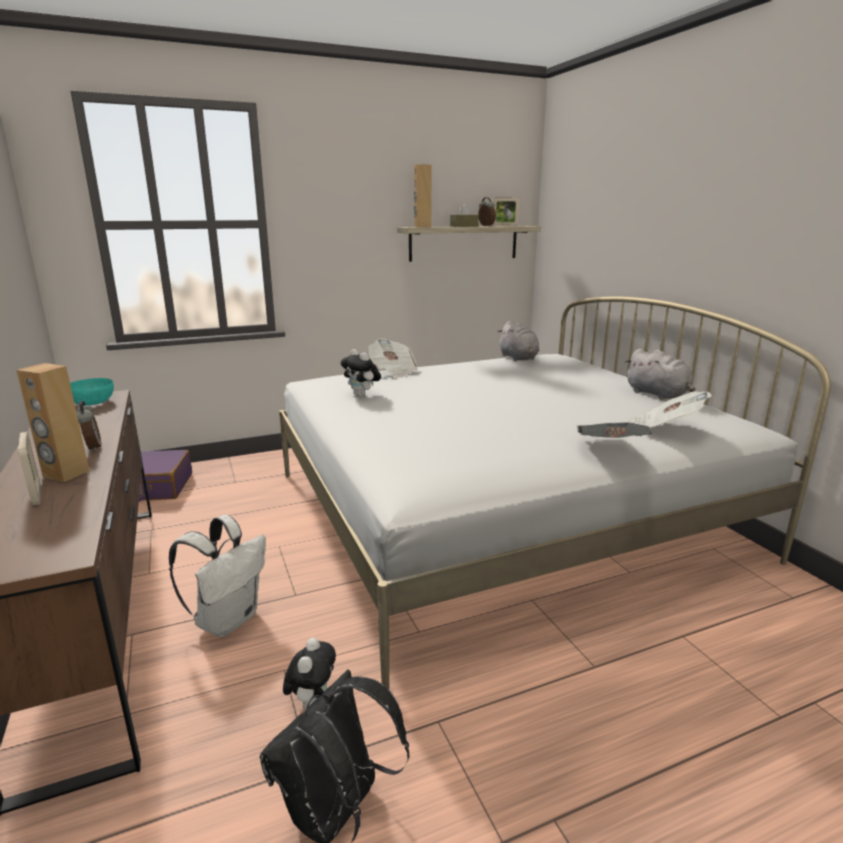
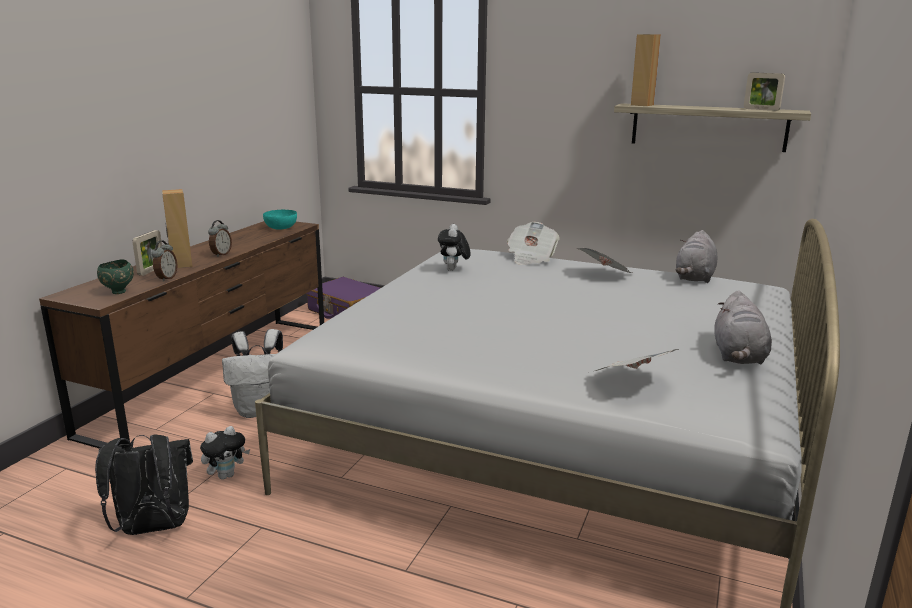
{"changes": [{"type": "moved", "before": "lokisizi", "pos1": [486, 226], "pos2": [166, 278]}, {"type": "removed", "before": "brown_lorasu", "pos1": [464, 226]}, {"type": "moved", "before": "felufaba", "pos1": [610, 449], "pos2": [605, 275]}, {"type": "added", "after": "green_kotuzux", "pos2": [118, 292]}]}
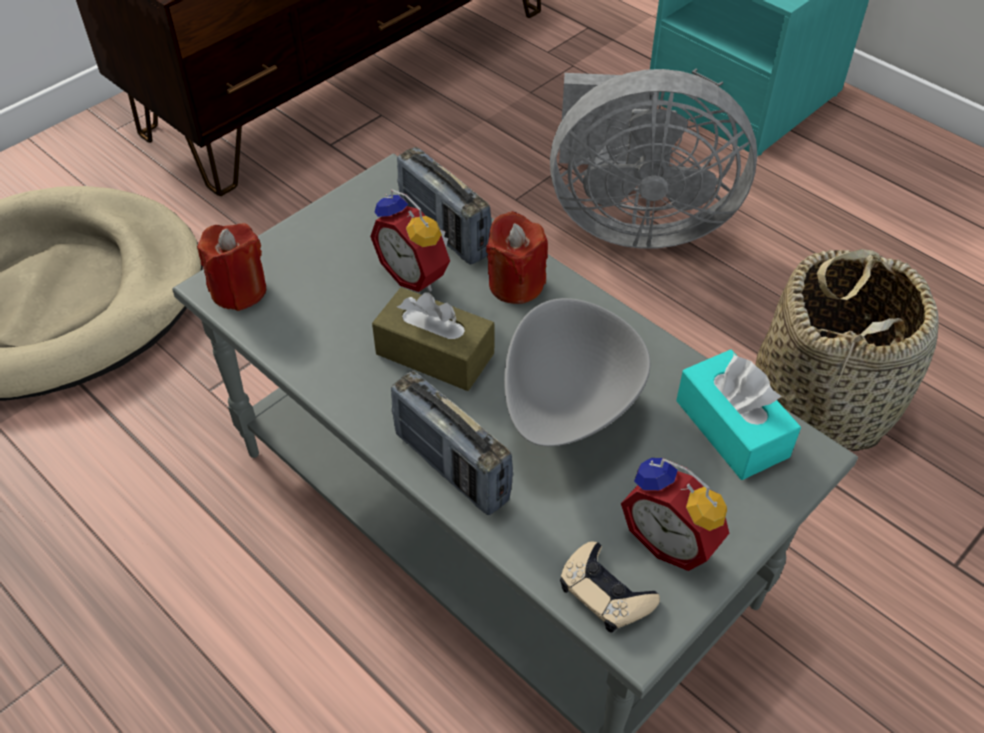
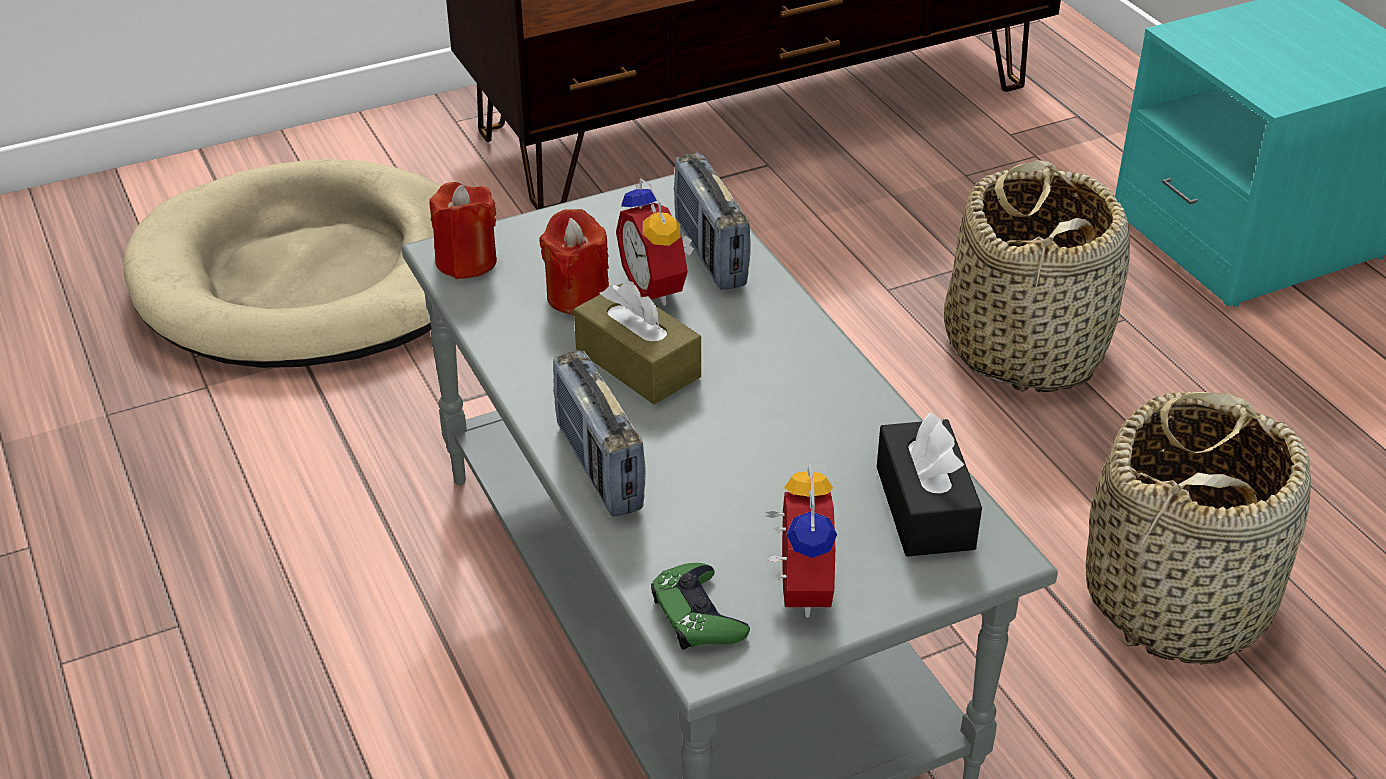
{"changes": [{"type": "replaced", "before": "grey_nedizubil", "after": "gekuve", "pos1": [633, 222], "pos2": [1026, 346]}, {"type": "moved", "before": "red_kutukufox", "pos1": [515, 284], "pos2": [577, 296]}, {"type": "removed", "before": "grey_kotuzux", "pos1": [567, 414]}, {"type": "recoloured", "before": "turquoise_lorasu", "after": "black_lorasu", "pos1": [731, 428], "pos2": [924, 507]}, {"type": "turned", "before": "lokisizi", "pos1": [672, 539], "pos2": [796, 589], "turn": -150}, {"type": "recoloured", "before": "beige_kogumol", "after": "green_kogumol", "pos1": [605, 592], "pos2": [698, 615]}]}
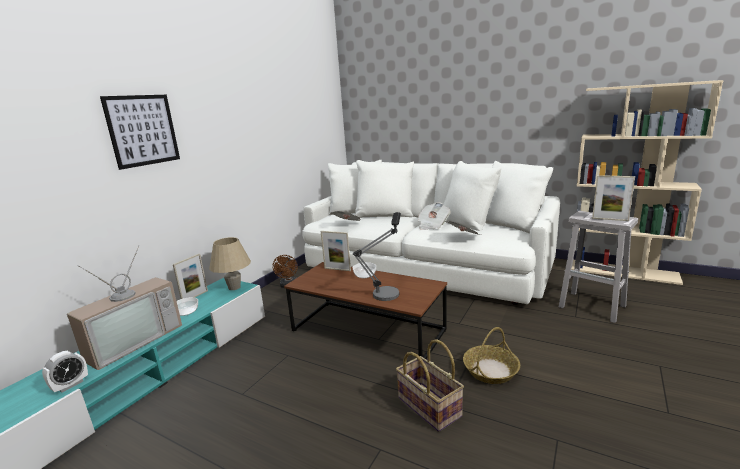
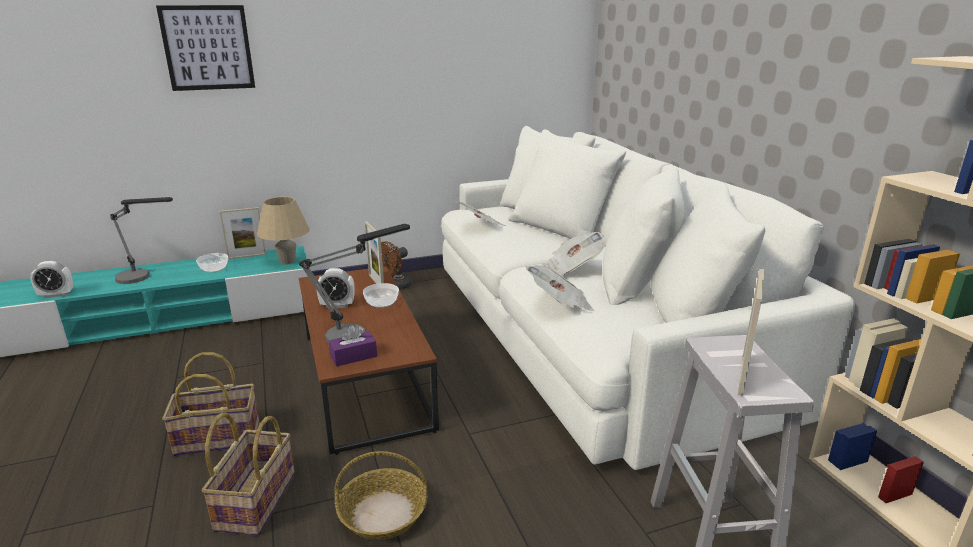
{"changes": [{"type": "turned", "before": "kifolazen", "pos1": [610, 219], "pos2": [742, 376], "turn": -135}, {"type": "replaced", "before": "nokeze", "after": "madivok", "pos1": [133, 340], "pos2": [142, 277]}, {"type": "added", "after": "lokisizi", "pos2": [337, 305]}, {"type": "added", "after": "purple_lorasu", "pos2": [353, 356]}, {"type": "added", "after": "gekuve", "pos2": [218, 437]}]}
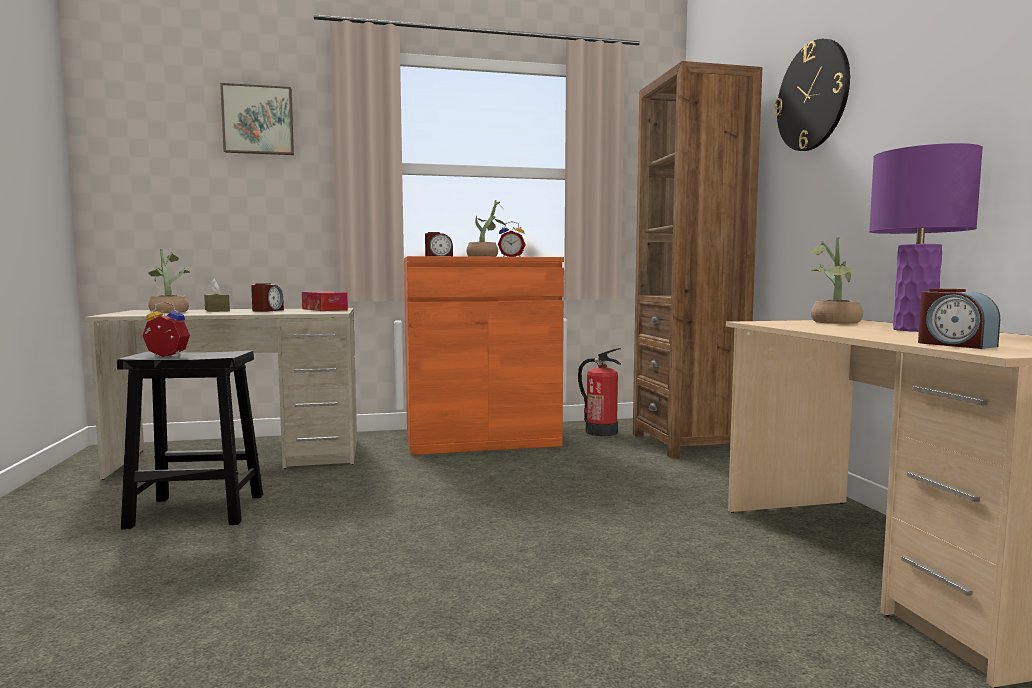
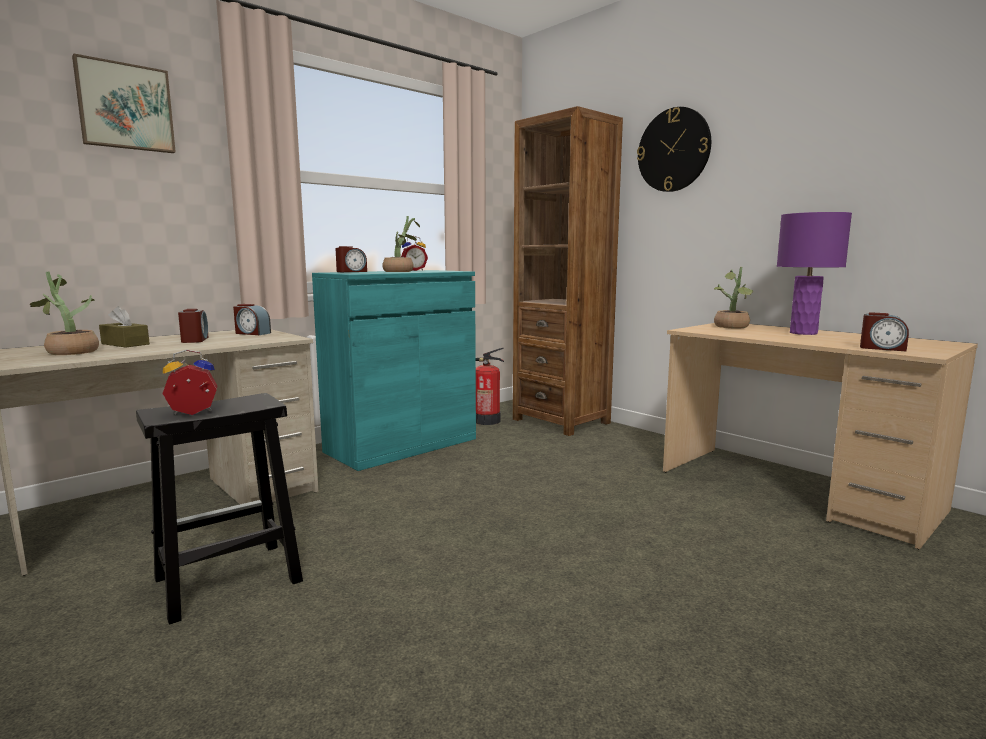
{"changes": [{"type": "recoloured", "before": "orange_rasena", "after": "turquoise_rasena", "pos1": [482, 441], "pos2": [401, 445]}, {"type": "replaced", "before": "lorasu", "after": "lokisizi", "pos1": [324, 309], "pos2": [252, 333]}]}
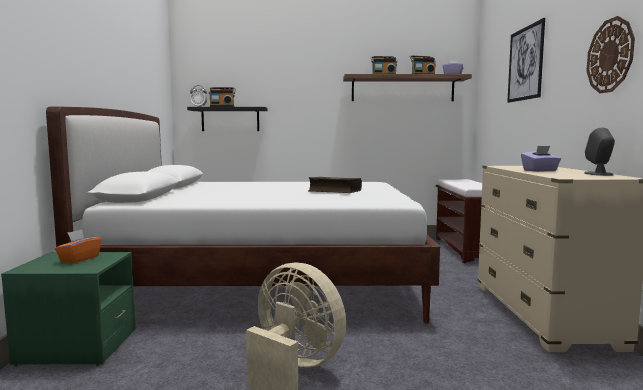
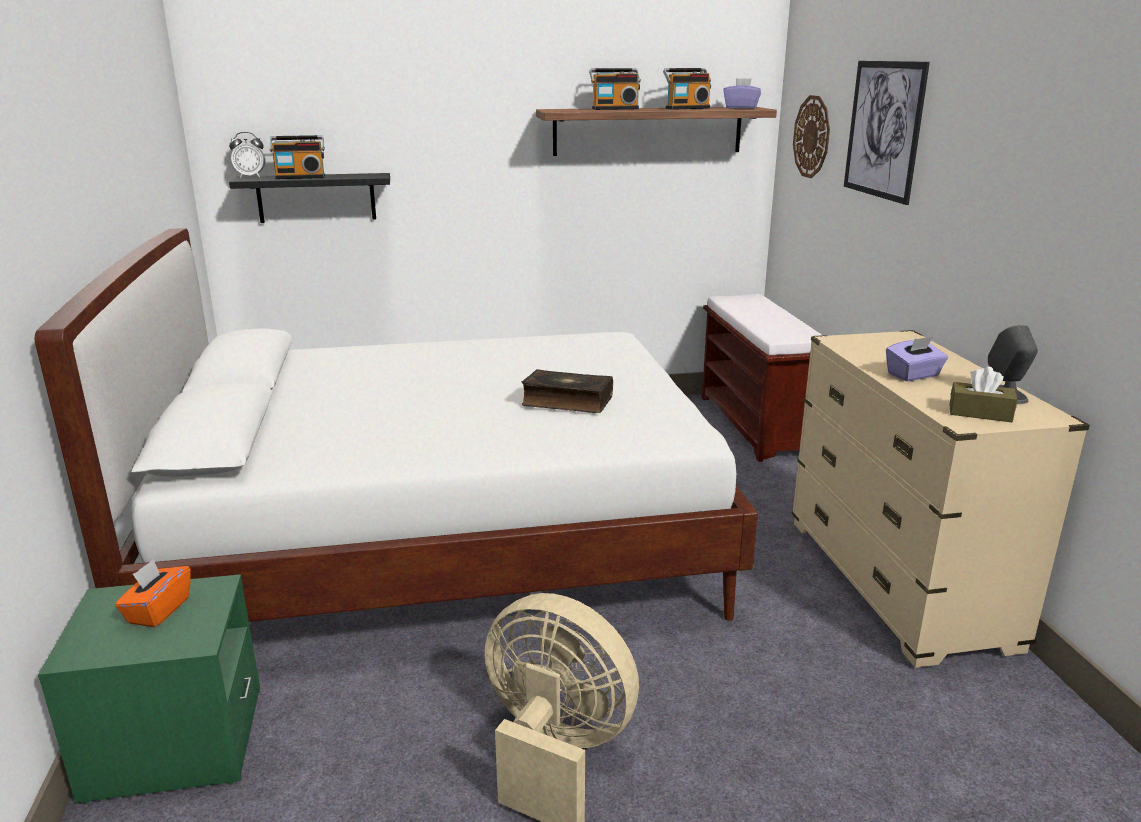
{"changes": [{"type": "moved", "before": "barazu", "pos1": [610, 55], "pos2": [812, 136]}, {"type": "added", "after": "brown_lorasu", "pos2": [980, 413]}]}
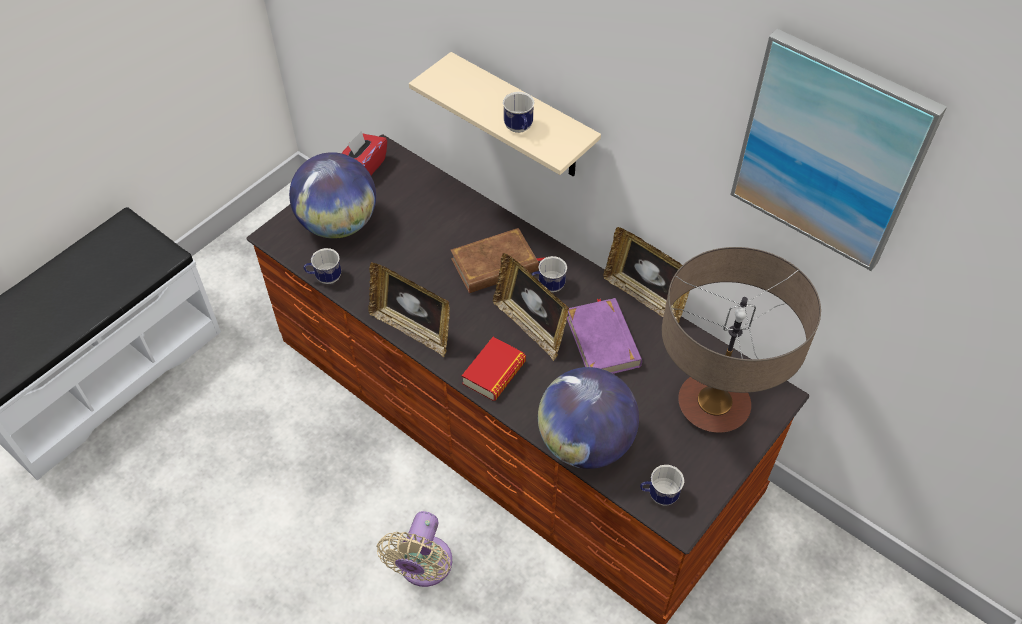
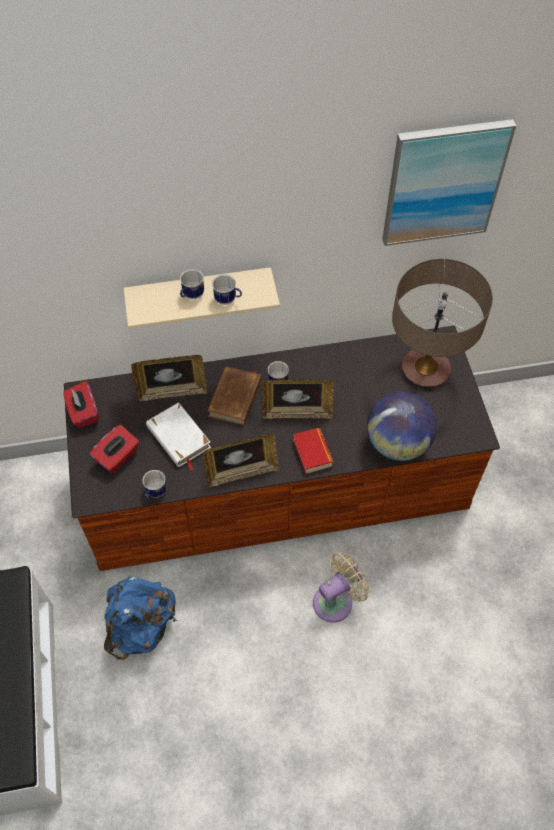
{"changes": [{"type": "replaced", "before": "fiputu", "after": "red_lorasu", "pos1": [339, 224], "pos2": [117, 457]}, {"type": "moved", "before": "kifolazen", "pos1": [645, 296], "pos2": [172, 391]}, {"type": "removed", "before": "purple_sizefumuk", "pos1": [603, 341]}, {"type": "moved", "before": "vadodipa", "pos1": [658, 495], "pos2": [191, 296]}, {"type": "turned", "before": "beige_nedizubil", "pos1": [423, 567], "pos2": [336, 601], "turn": -90}, {"type": "added", "after": "white_sizefumuk", "pos2": [178, 437]}, {"type": "added", "after": "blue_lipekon", "pos2": [141, 626]}]}
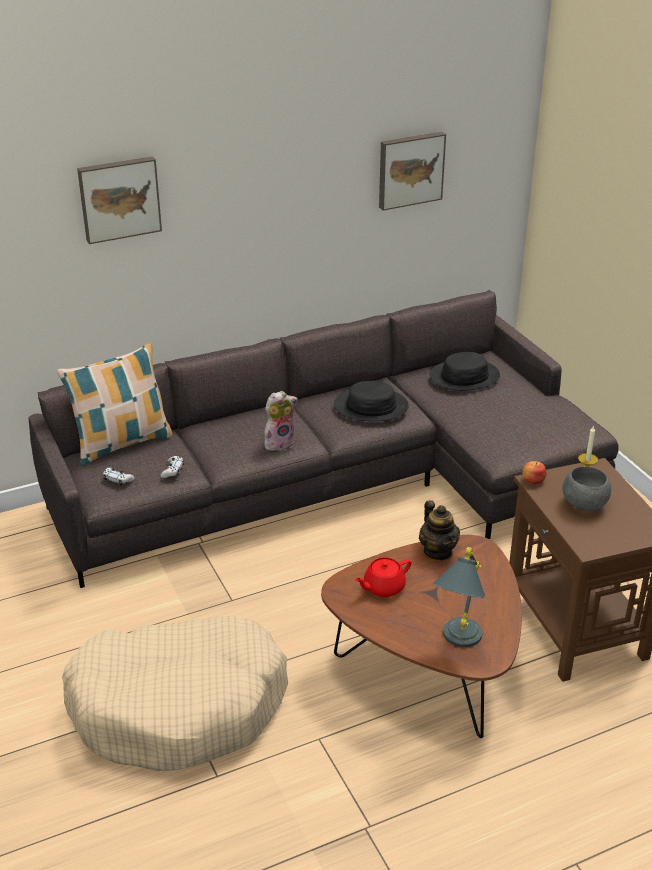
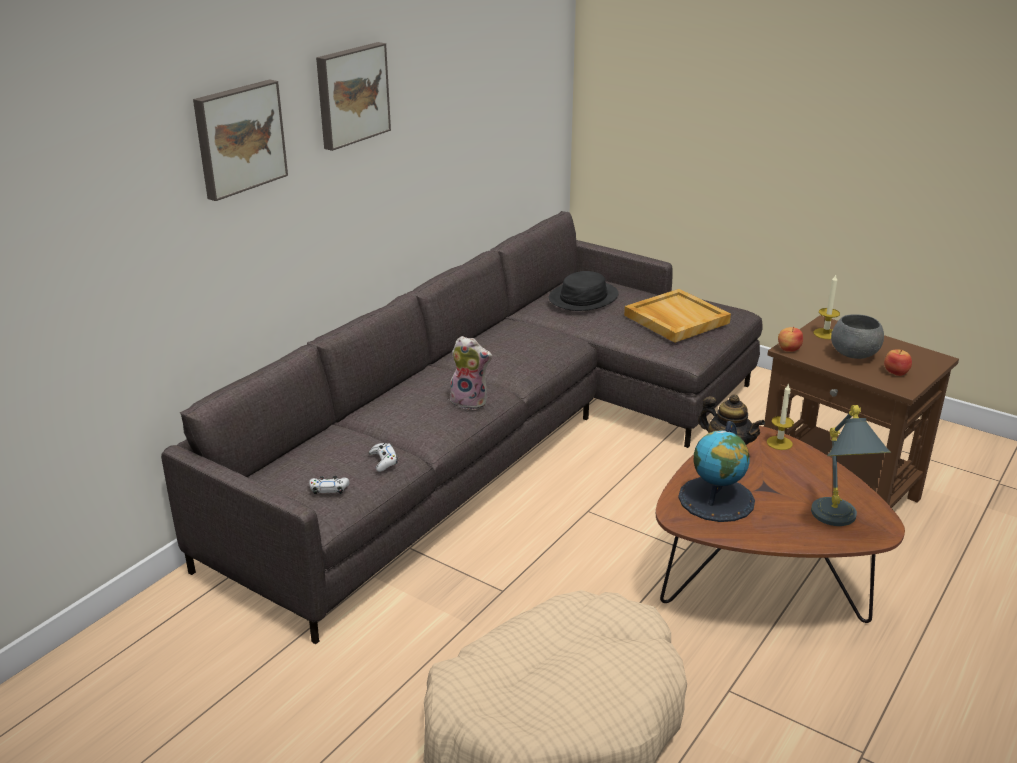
{"changes": [{"type": "moved", "before": "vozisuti", "pos1": [410, 169], "pos2": [351, 94]}, {"type": "removed", "before": "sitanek", "pos1": [122, 443]}, {"type": "removed", "before": "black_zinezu", "pos1": [371, 407]}, {"type": "turned", "before": "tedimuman", "pos1": [279, 443], "pos2": [470, 401], "turn": 75}, {"type": "replaced", "before": "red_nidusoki", "after": "fiputu", "pos1": [383, 587], "pos2": [716, 499]}, {"type": "added", "after": "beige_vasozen", "pos2": [675, 319]}, {"type": "added", "after": "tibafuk", "pos2": [896, 372]}, {"type": "added", "after": "kutukufox", "pos2": [779, 443]}]}
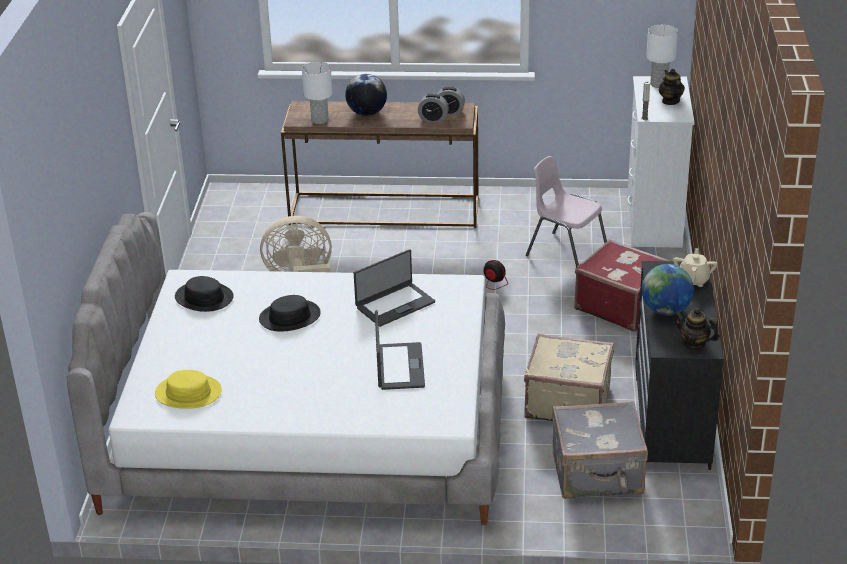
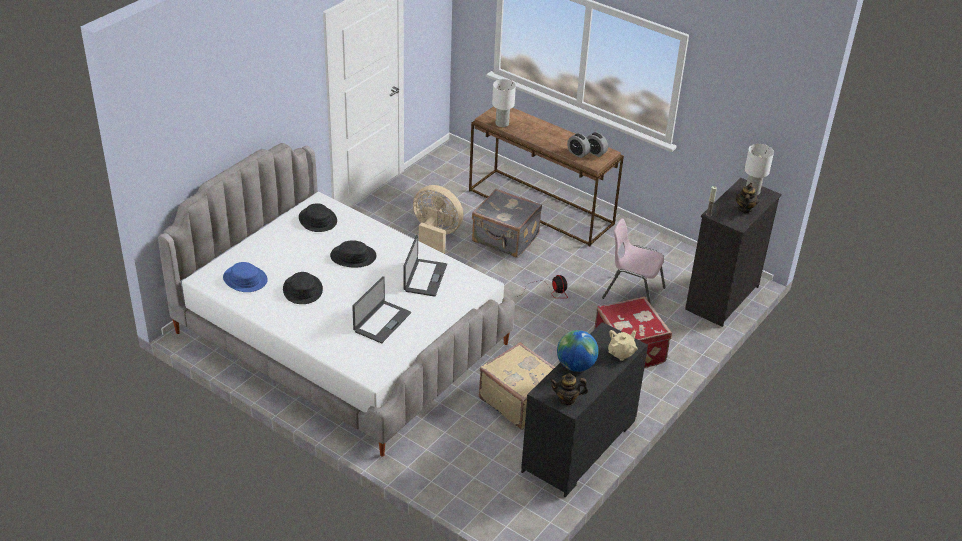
{"changes": [{"type": "removed", "before": "fiputu", "pos1": [367, 113]}, {"type": "recoloured", "before": "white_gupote", "after": "black_gupote", "pos1": [653, 222], "pos2": [721, 298]}, {"type": "turned", "before": "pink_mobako", "pos1": [565, 253], "pos2": [632, 293], "turn": -45}, {"type": "turned", "before": "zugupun", "pos1": [394, 304], "pos2": [424, 278], "turn": -75}, {"type": "turned", "before": "nidusoki", "pos1": [694, 344], "pos2": [567, 399], "turn": -60}, {"type": "recoloured", "before": "yellow_zinezu", "after": "blue_zinezu", "pos1": [188, 393], "pos2": [245, 279]}, {"type": "moved", "before": "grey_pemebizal", "pos1": [598, 475], "pos2": [505, 239]}, {"type": "added", "after": "black_zinezu", "pos2": [302, 290]}]}
